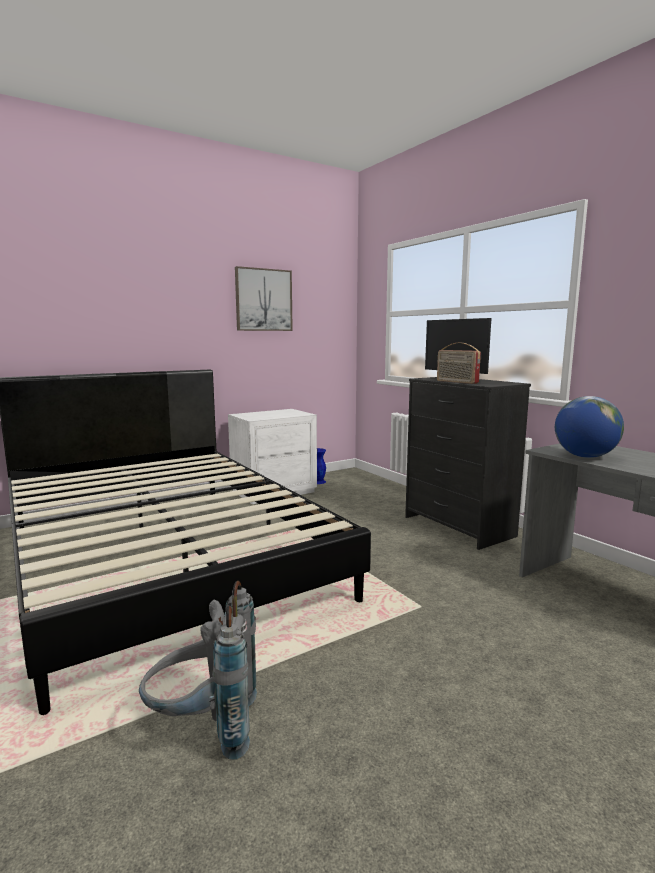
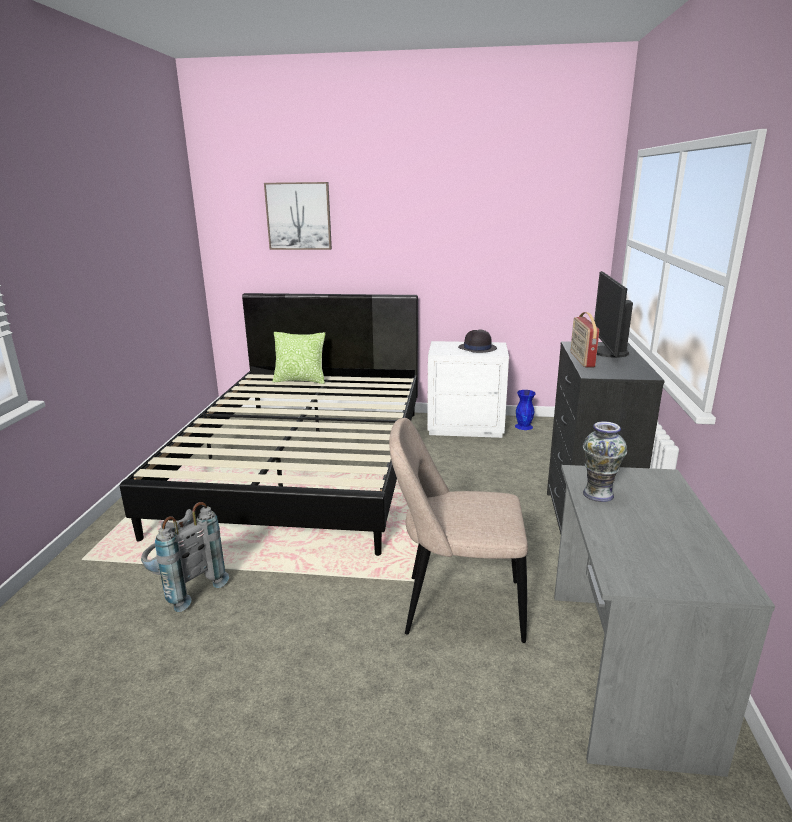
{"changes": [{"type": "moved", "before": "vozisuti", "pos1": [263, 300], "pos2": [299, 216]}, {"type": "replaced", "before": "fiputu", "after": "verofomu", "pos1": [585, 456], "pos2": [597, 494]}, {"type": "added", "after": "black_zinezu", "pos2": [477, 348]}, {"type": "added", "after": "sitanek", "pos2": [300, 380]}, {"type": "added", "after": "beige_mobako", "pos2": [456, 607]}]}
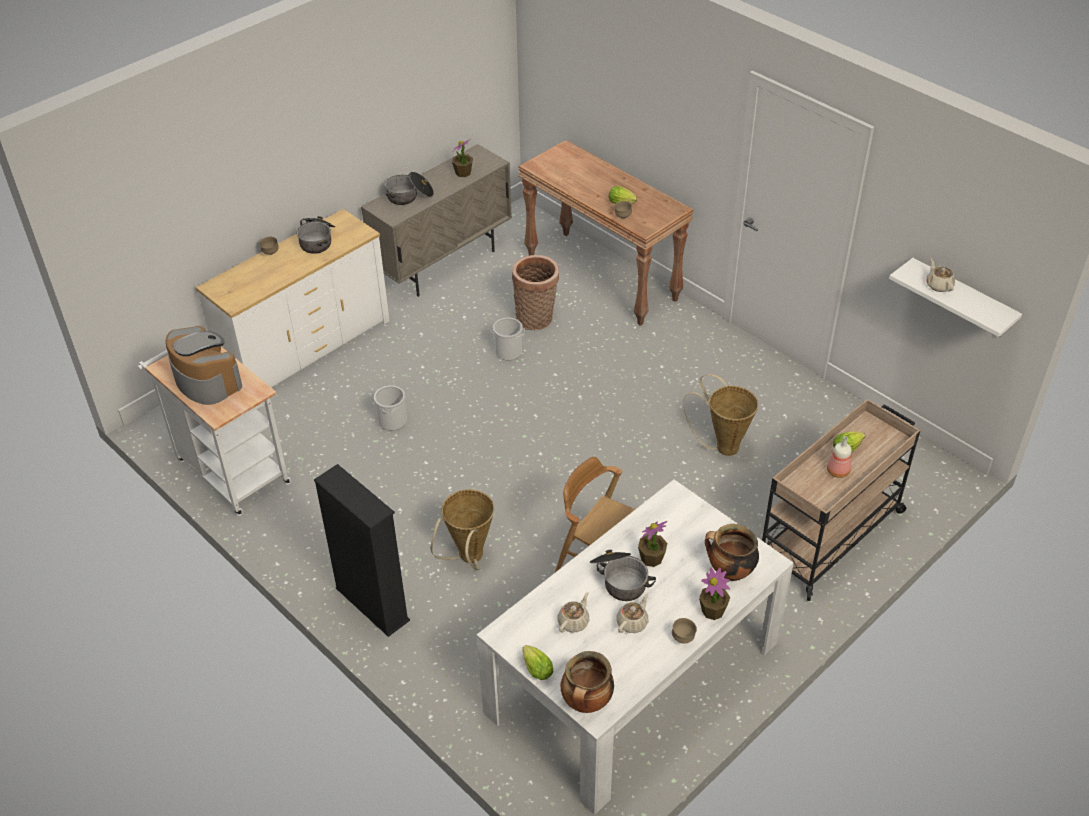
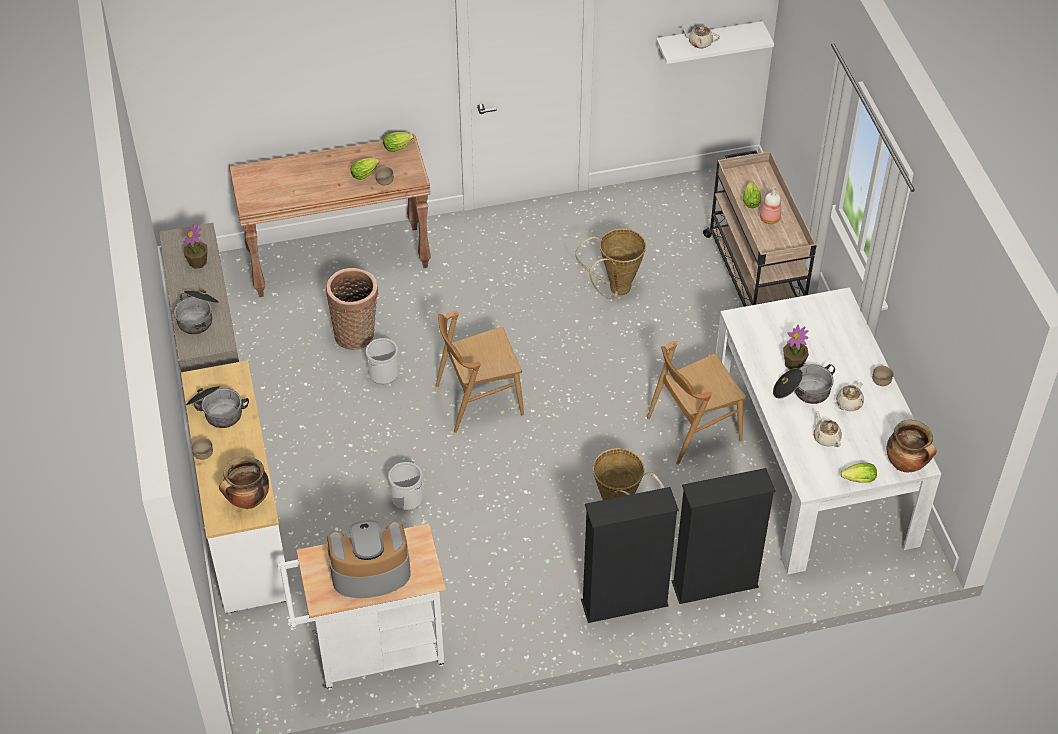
{"changes": [{"type": "moved", "before": "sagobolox", "pos1": [729, 572], "pos2": [248, 501]}, {"type": "removed", "before": "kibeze", "pos1": [713, 611]}, {"type": "turned", "before": "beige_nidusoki", "pos1": [632, 622], "pos2": [848, 404], "turn": -120}, {"type": "added", "after": "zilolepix", "pos2": [399, 147]}, {"type": "added", "after": "brown_mobako", "pos2": [478, 399]}, {"type": "added", "after": "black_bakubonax", "pos2": [715, 585]}]}
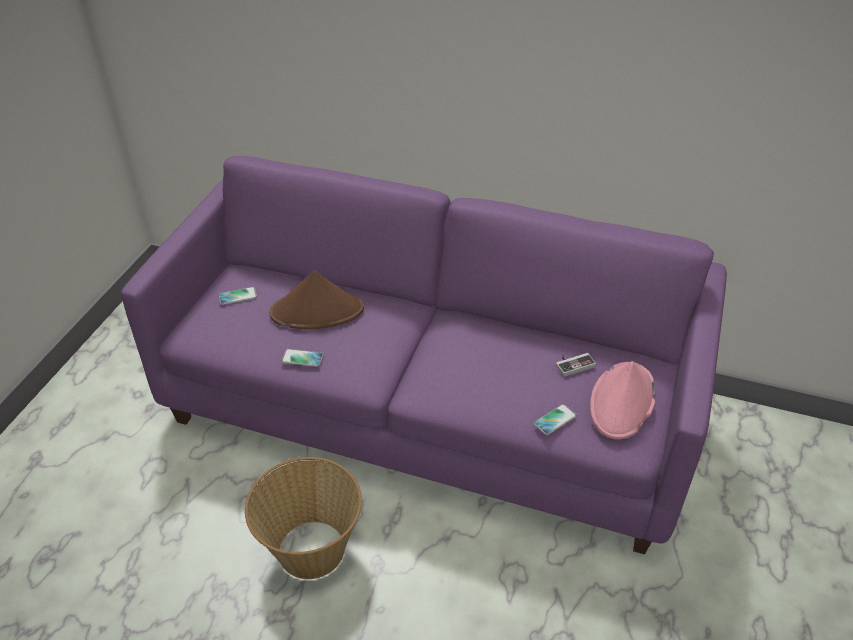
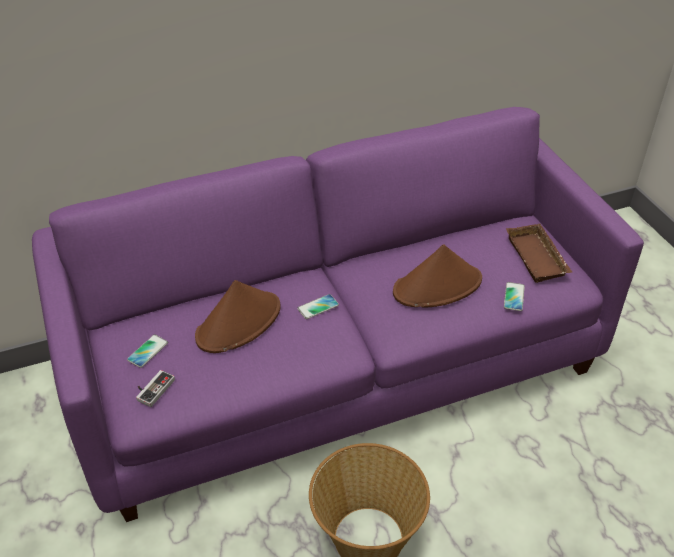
{"changes": [{"type": "moved", "before": "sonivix", "pos1": [302, 358], "pos2": [318, 307]}, {"type": "moved", "before": "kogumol", "pos1": [573, 364], "pos2": [152, 388]}, {"type": "replaced", "before": "pink_zinezu", "after": "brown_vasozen", "pos1": [622, 401], "pos2": [538, 257]}, {"type": "added", "after": "brown_zinezu", "pos2": [437, 286]}]}
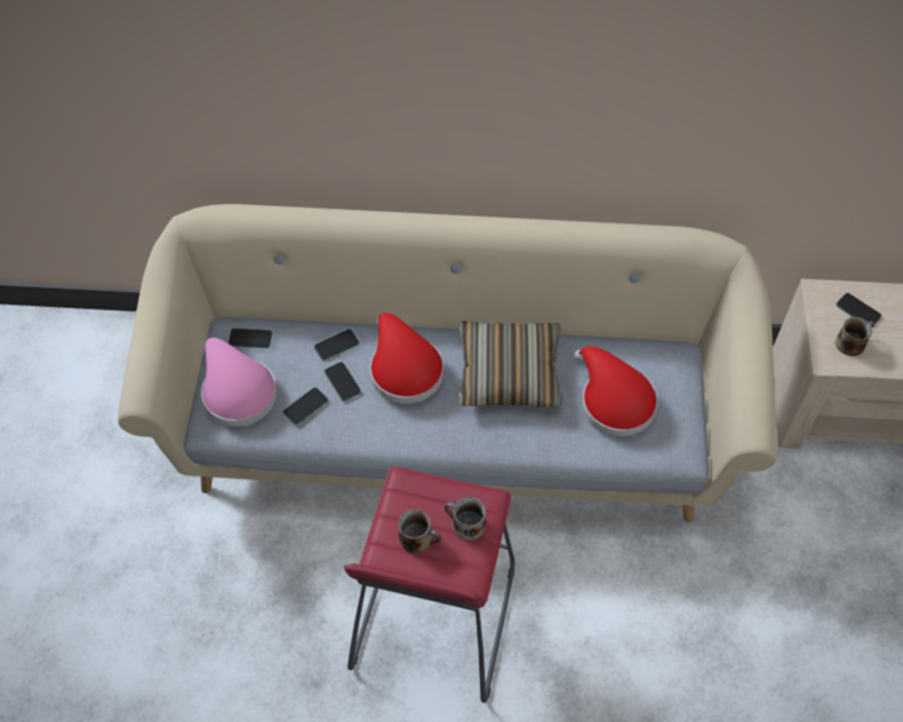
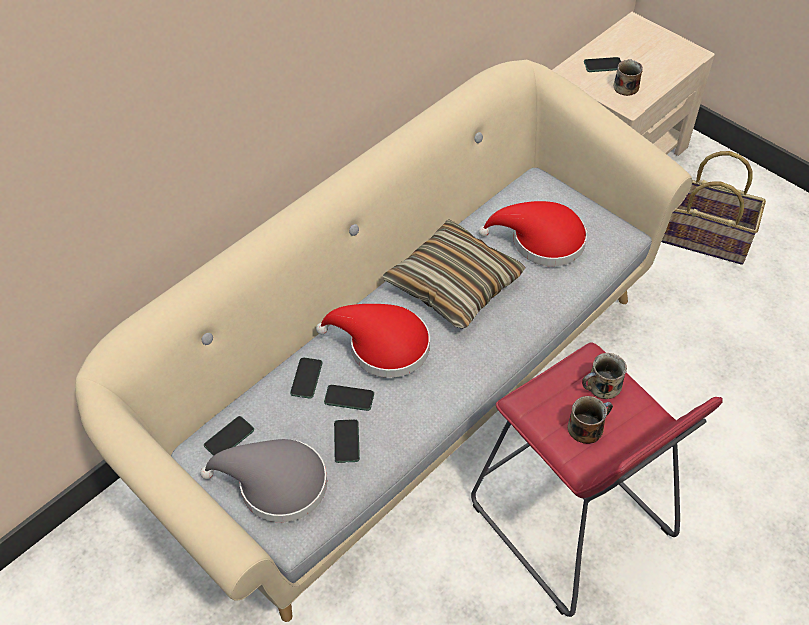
{"changes": [{"type": "recoloured", "before": "pink_zinezu", "after": "grey_zinezu", "pos1": [236, 391], "pos2": [275, 484]}, {"type": "added", "after": "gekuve", "pos2": [706, 237]}]}
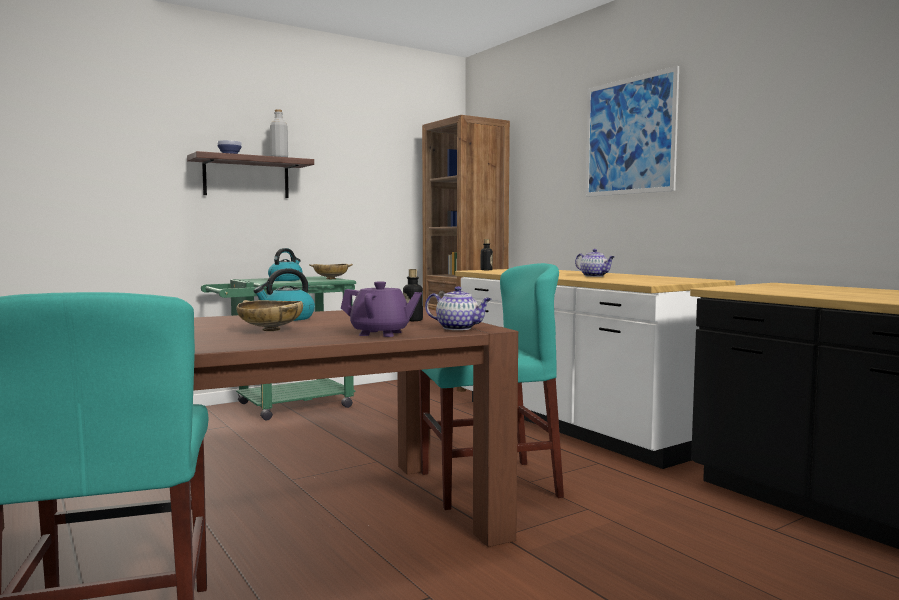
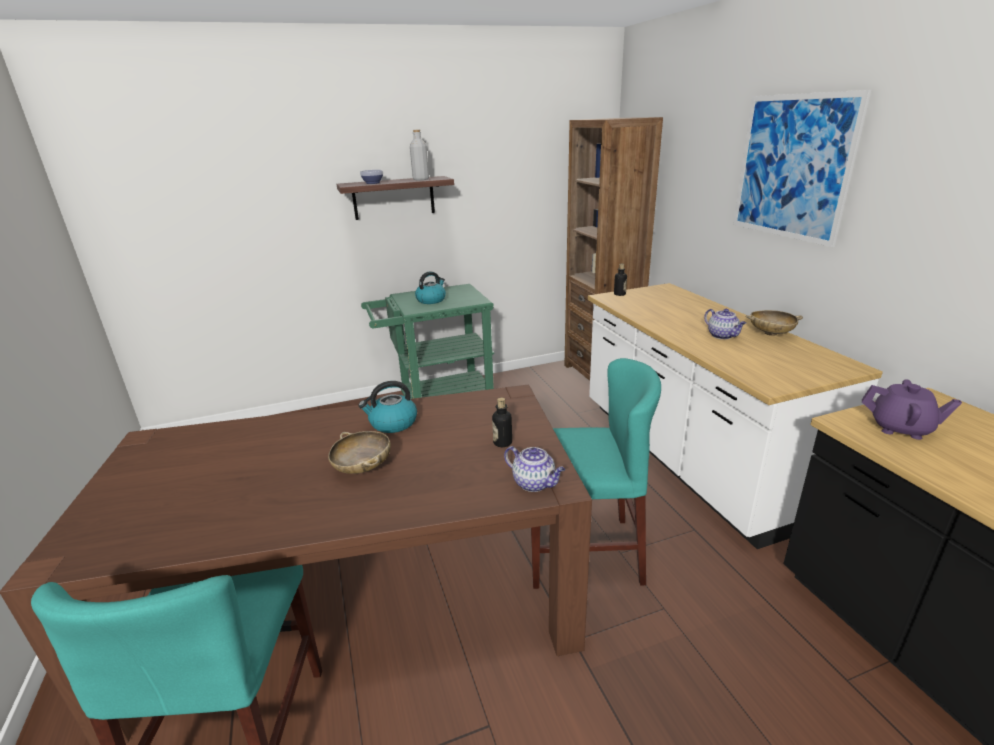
{"changes": [{"type": "moved", "before": "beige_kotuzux", "pos1": [331, 279], "pos2": [770, 333]}, {"type": "moved", "before": "purple_nidusoki", "pos1": [381, 333], "pos2": [900, 428]}]}
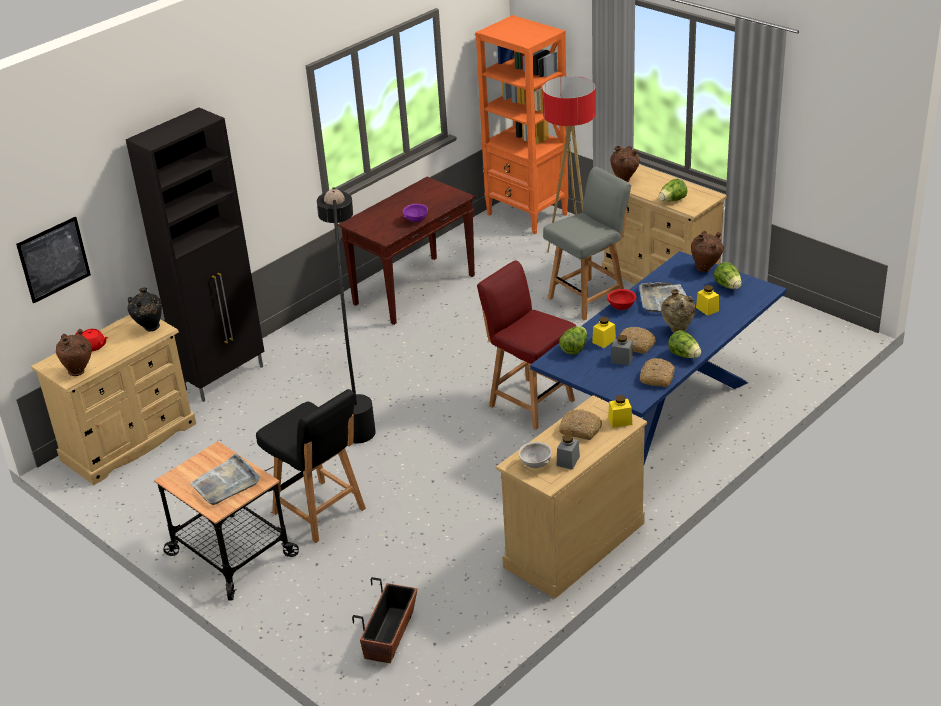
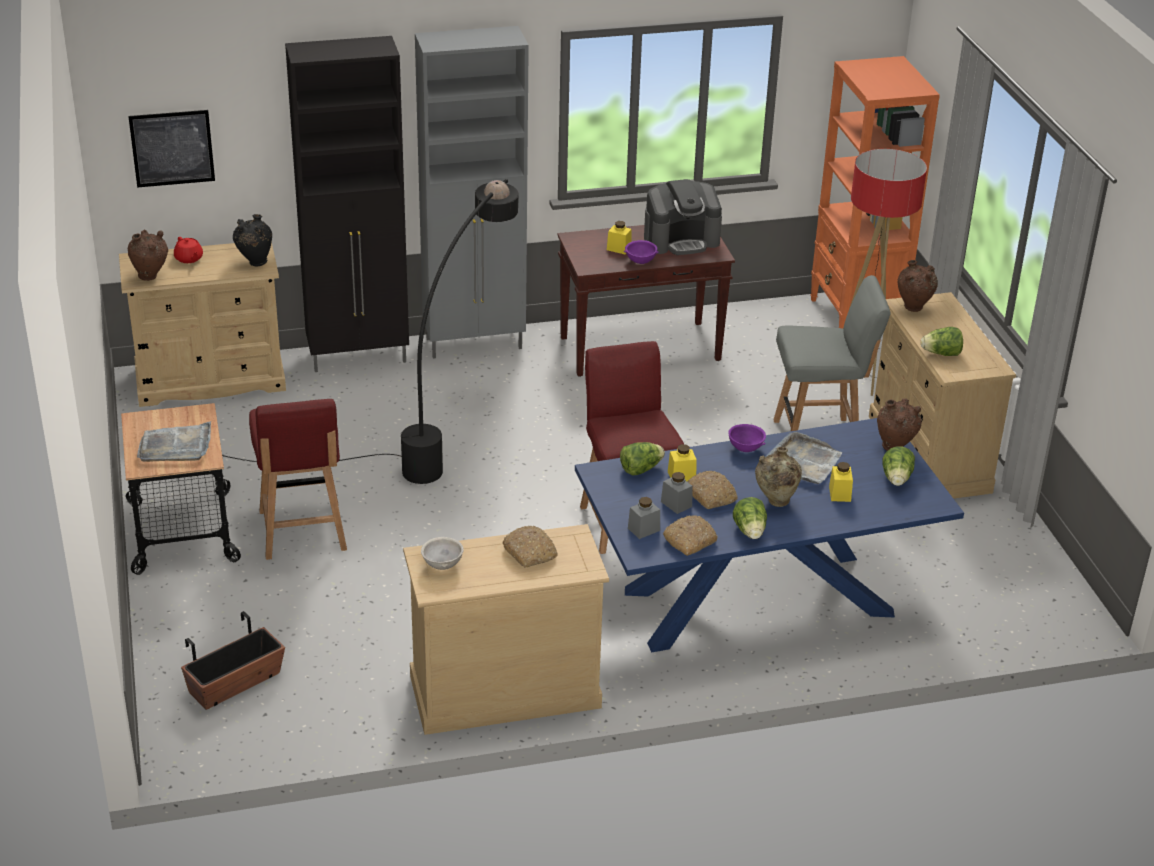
{"changes": [{"type": "recoloured", "before": "red_kotuzux", "after": "purple_kotuzux", "pos1": [621, 307], "pos2": [745, 448]}, {"type": "recoloured", "before": "black_mobako", "after": "red_mobako", "pos1": [320, 512], "pos2": [302, 532]}, {"type": "moved", "before": "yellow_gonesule", "pos1": [620, 421], "pos2": [619, 248]}, {"type": "moved", "before": "grey_gonesule", "pos1": [568, 461], "pos2": [643, 529]}, {"type": "added", "after": "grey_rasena", "pos2": [475, 344]}, {"type": "added", "after": "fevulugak", "pos2": [681, 240]}]}
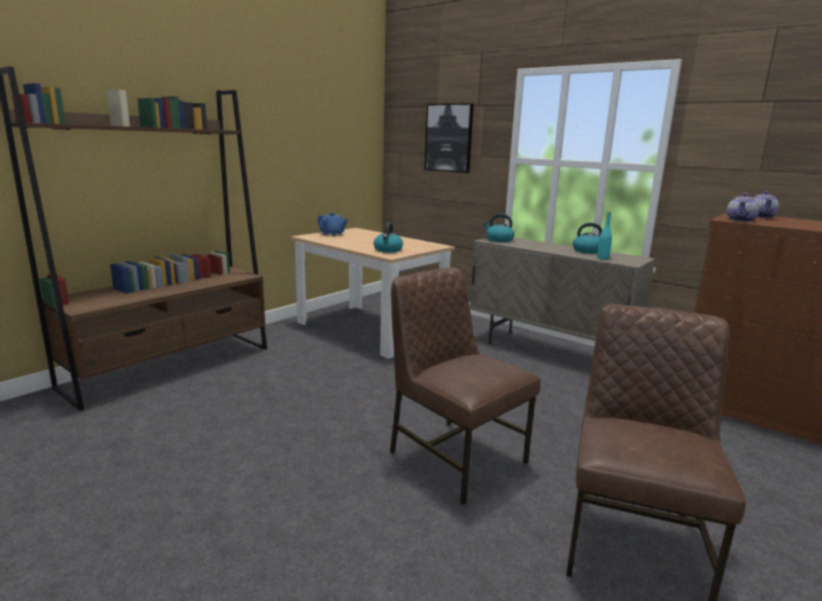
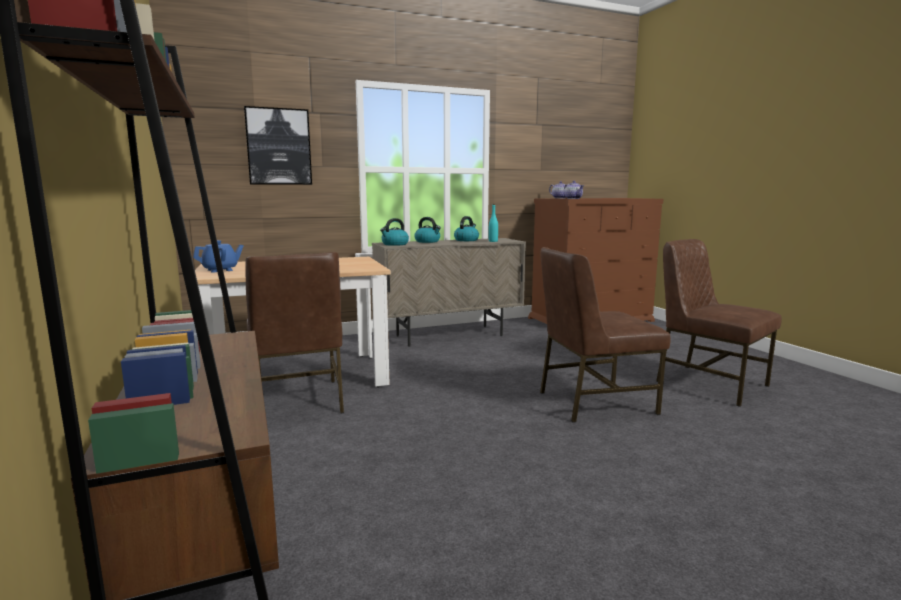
{"changes": [{"type": "moved", "before": "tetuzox", "pos1": [388, 250], "pos2": [428, 241]}, {"type": "added", "after": "brown_mobako", "pos2": [299, 402]}]}
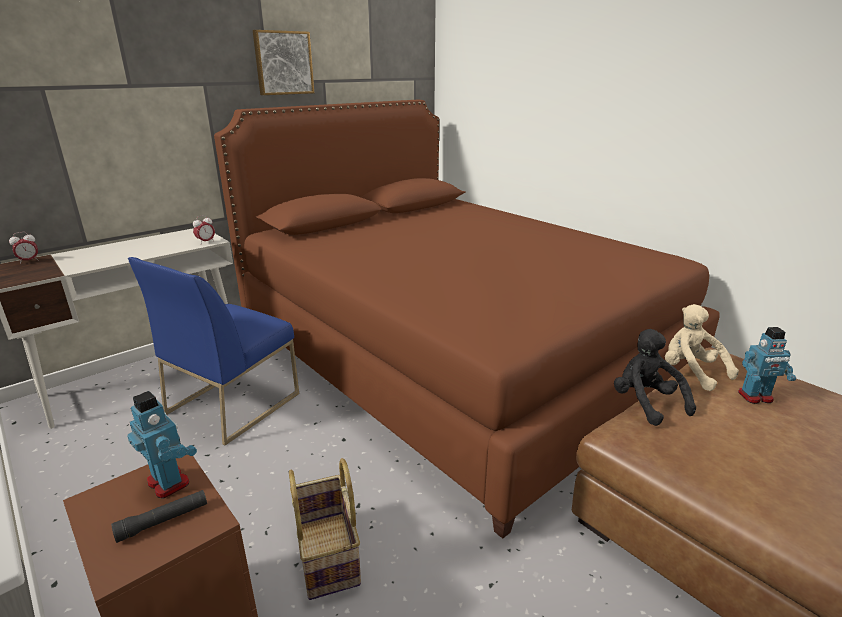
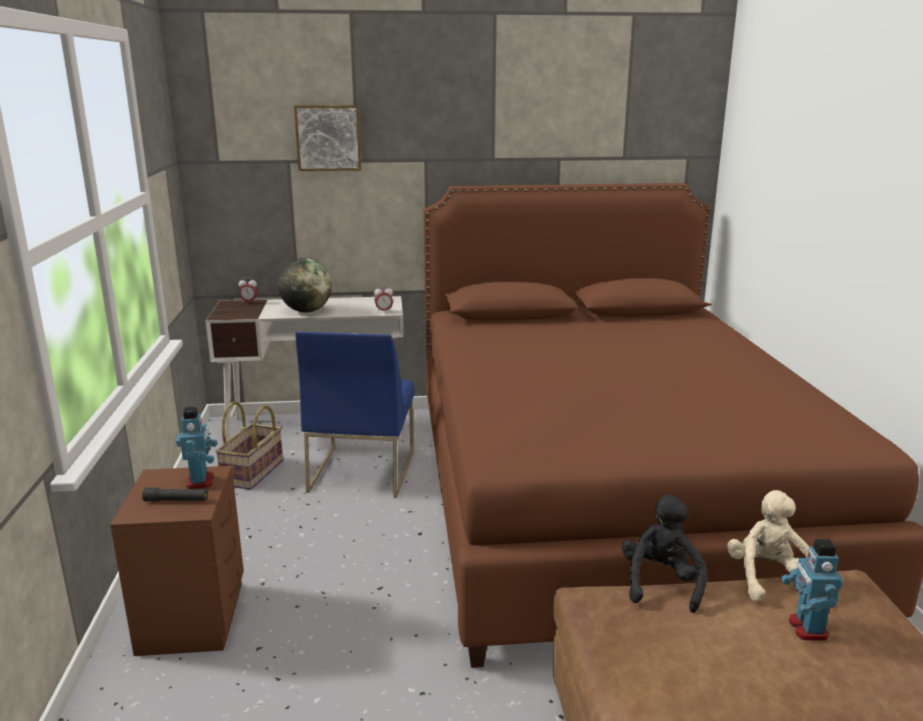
{"changes": [{"type": "moved", "before": "vozisuti", "pos1": [283, 63], "pos2": [328, 138]}, {"type": "turned", "before": "blue_mobako", "pos1": [233, 403], "pos2": [361, 471], "turn": -60}, {"type": "turned", "before": "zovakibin", "pos1": [755, 397], "pos2": [807, 629], "turn": 60}, {"type": "moved", "before": "gekuve", "pos1": [329, 554], "pos2": [253, 473]}, {"type": "added", "after": "fiputu", "pos2": [306, 311]}]}
